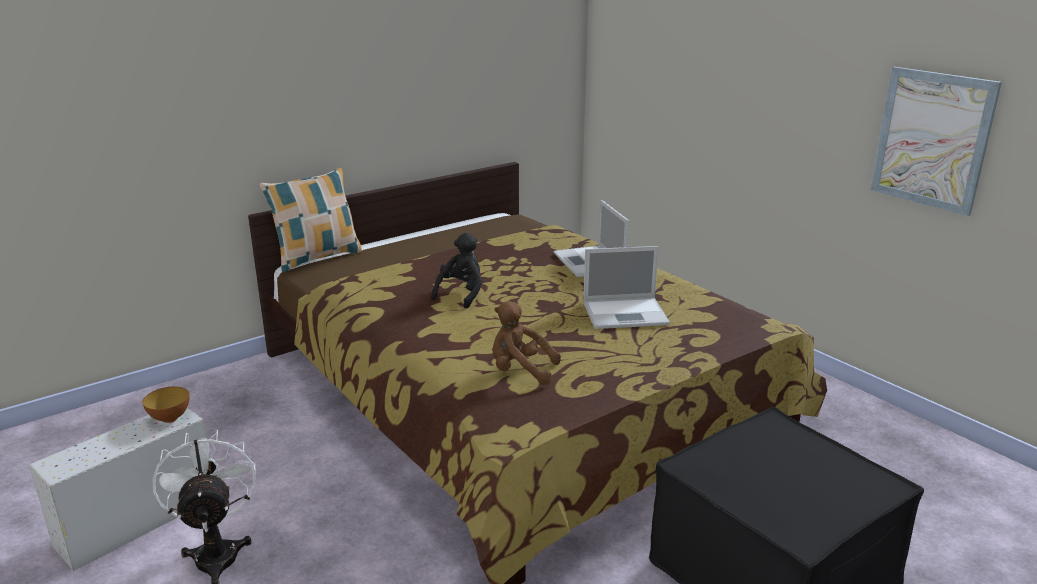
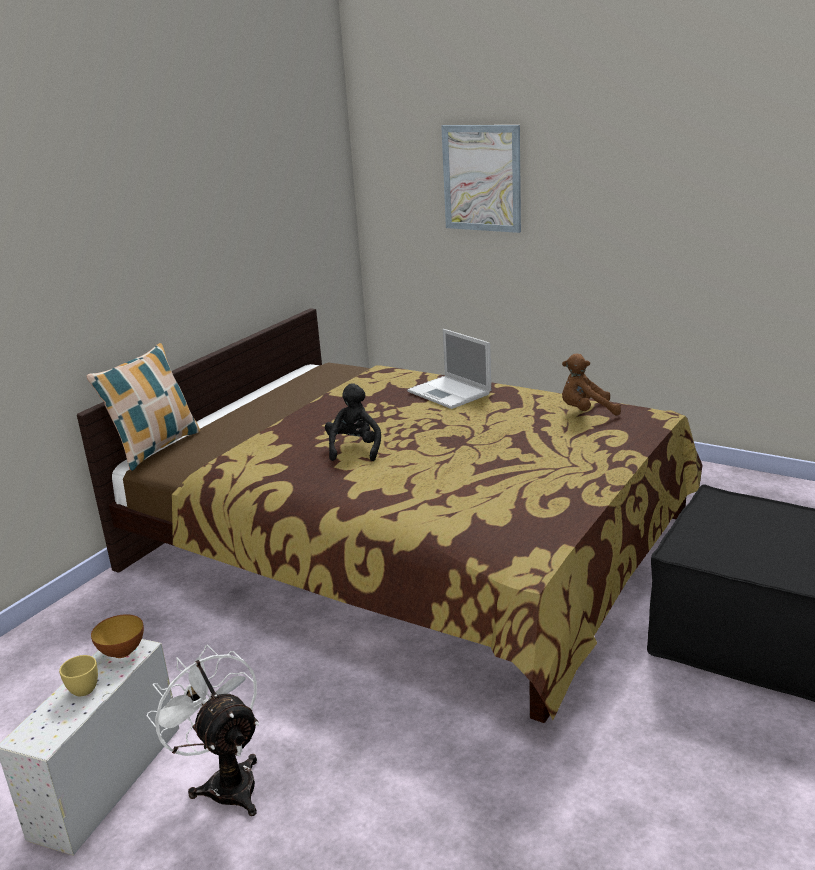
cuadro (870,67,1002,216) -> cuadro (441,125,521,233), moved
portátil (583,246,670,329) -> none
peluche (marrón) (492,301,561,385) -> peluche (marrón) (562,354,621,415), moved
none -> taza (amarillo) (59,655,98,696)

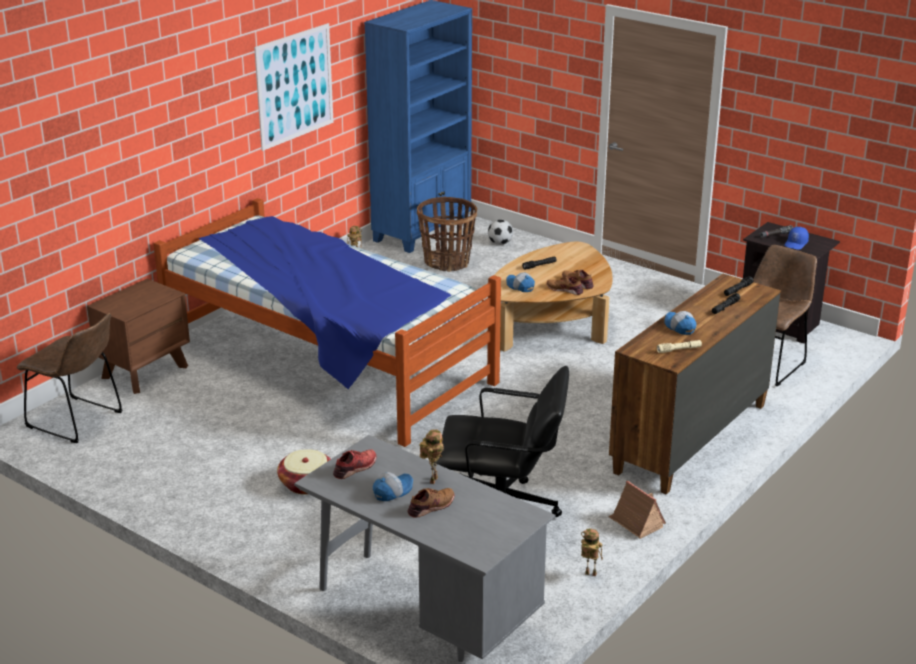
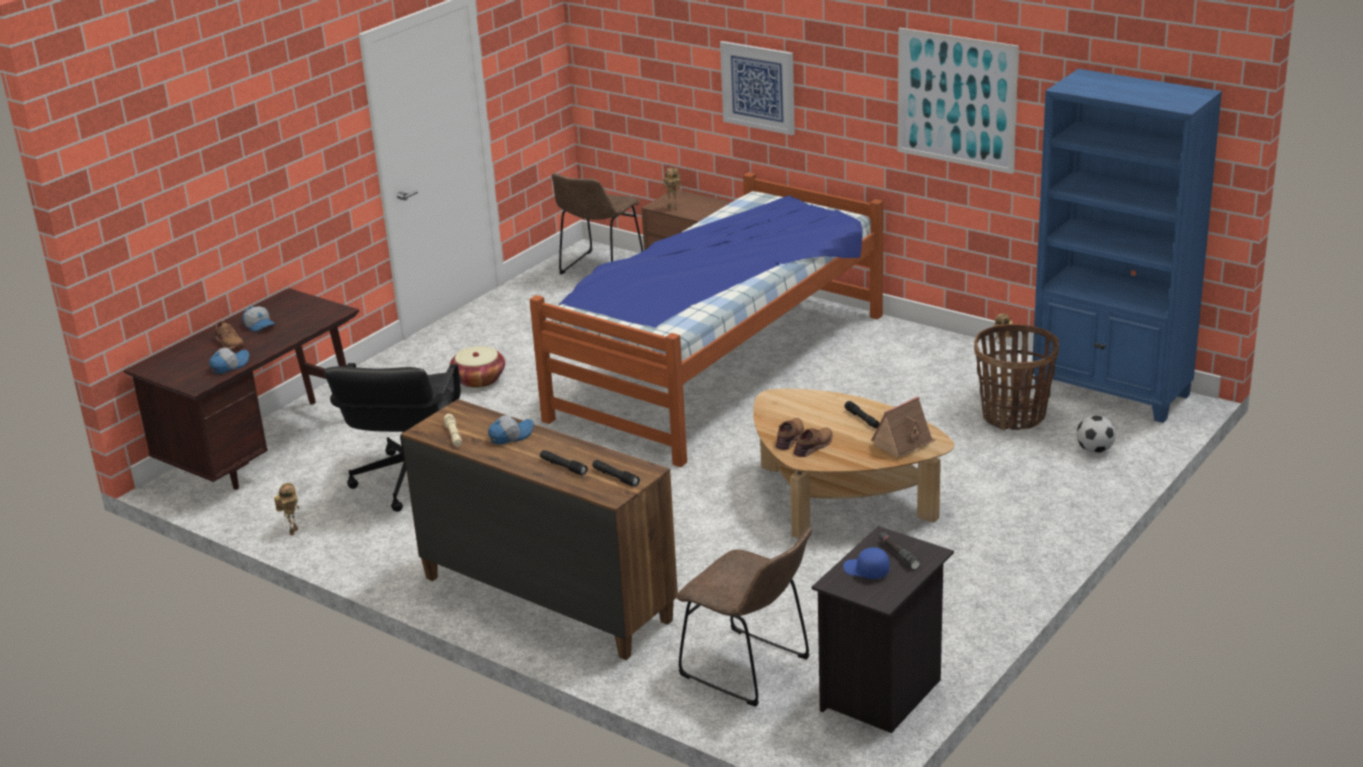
gorra (506,272,535,292) -> gorra (209,348,249,374), moved
robot de juguete (420,429,444,484) -> robot de juguete (663,168,681,210), moved
escritorio (gris) (294,435,556,662) -> escritorio (marrón) (124,288,359,490)
zapato (rojo) (333,450,376,479) -> none
casita (608,481,666,539) -> casita (871,396,936,458), moved
none -> cuadro (720,41,795,135)

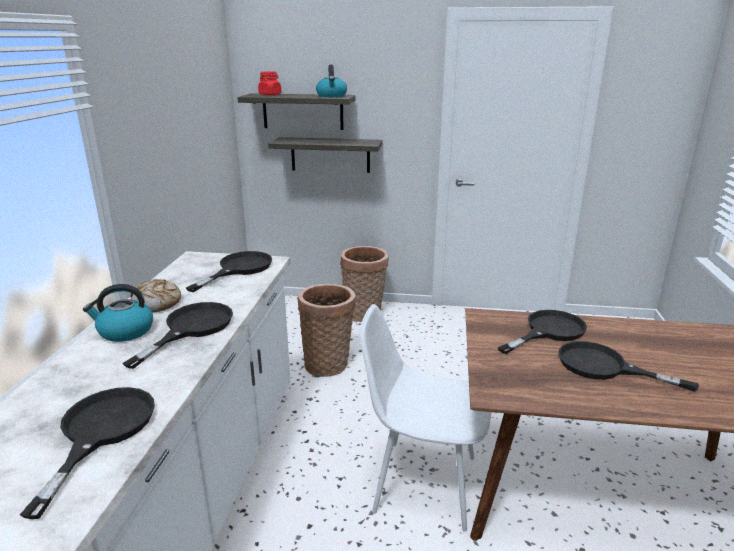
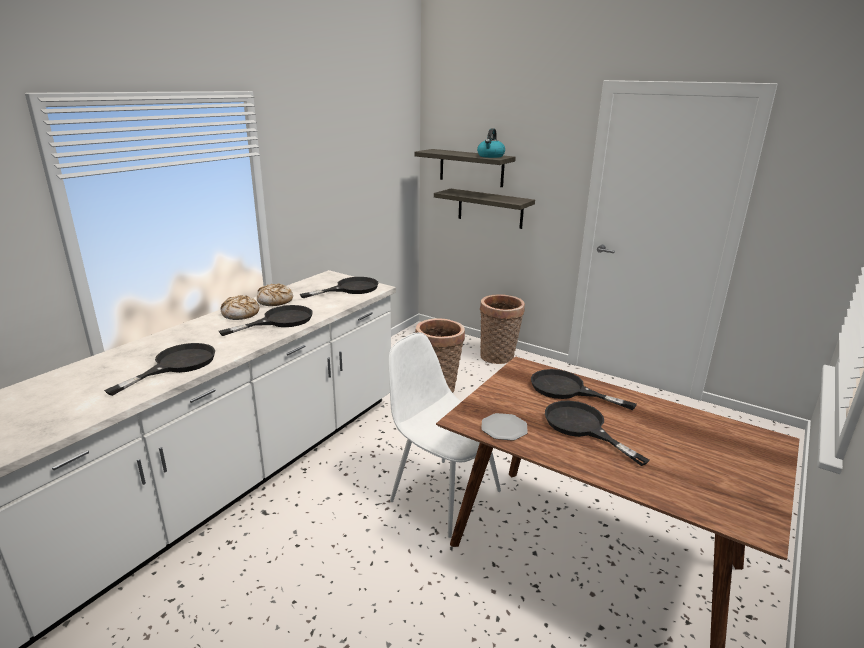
tarro (rojo) (258,71,281,95) -> none
hervidor (83,284,153,342) -> pan (220,295,259,320)
sartén (negro) (498,310,587,354) -> sartén (negro) (531,369,637,410), 135 degrees counterclockwise
none -> plato (481,413,528,441)

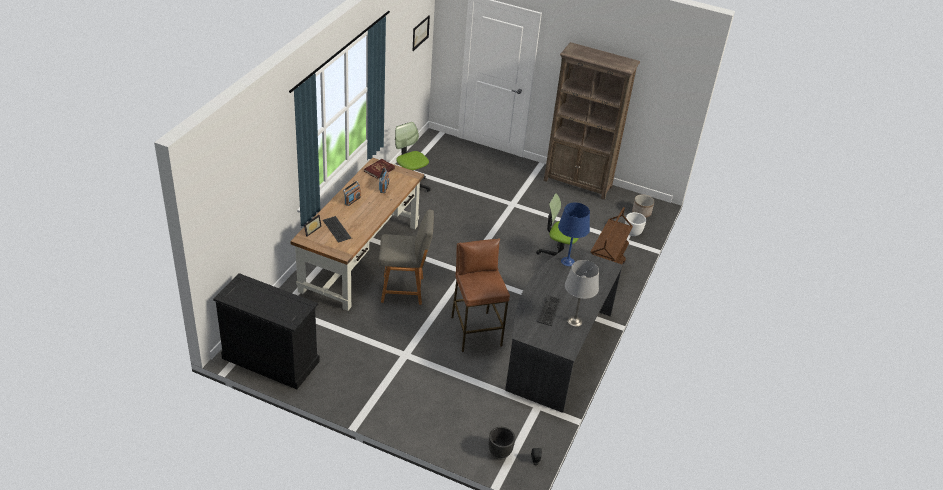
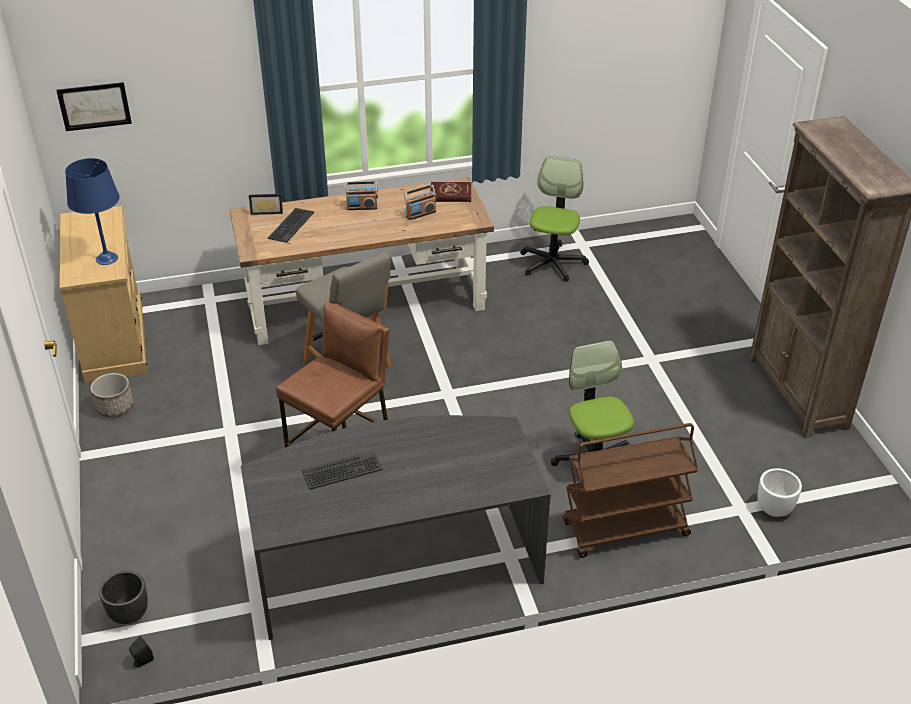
cuadro (413,15,430,51) -> cuadro (56,82,132,131), moved
maceta (632,194,654,218) -> maceta (91,373,133,418), moved
lámpara de mesa (azul) (558,203,590,266) -> lámpara de mesa (azul) (65,158,120,265), moved
lámpara de mesa (gris) (565,260,599,327) -> none
cómoda (negro) (213,273,320,389) -> cómoda (beis) (59,206,148,383)

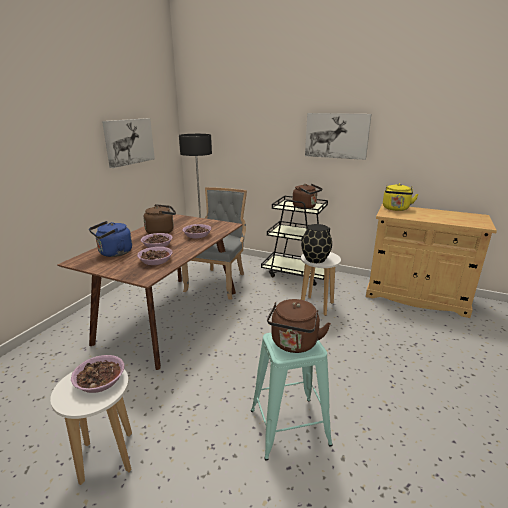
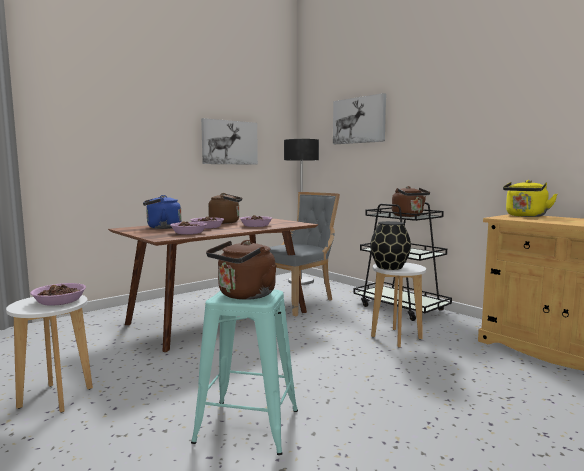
cuadro (305,113,371,160) -> cuadro (333,93,386,144), moved

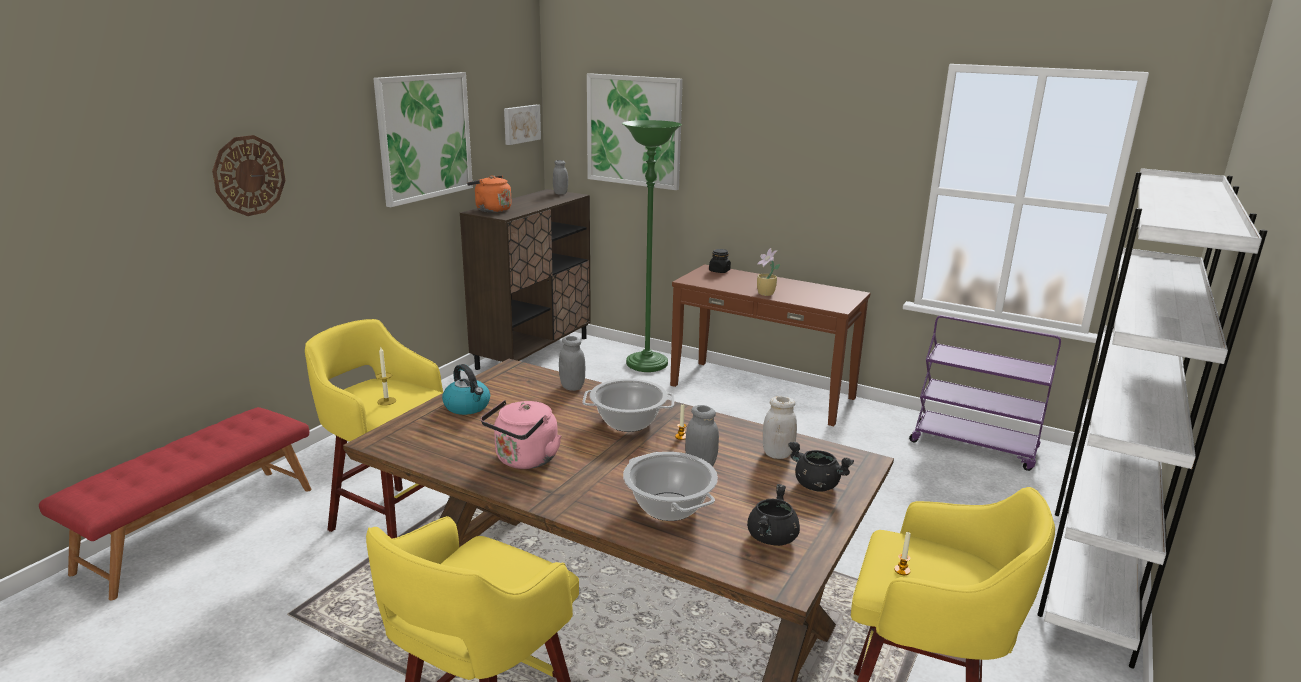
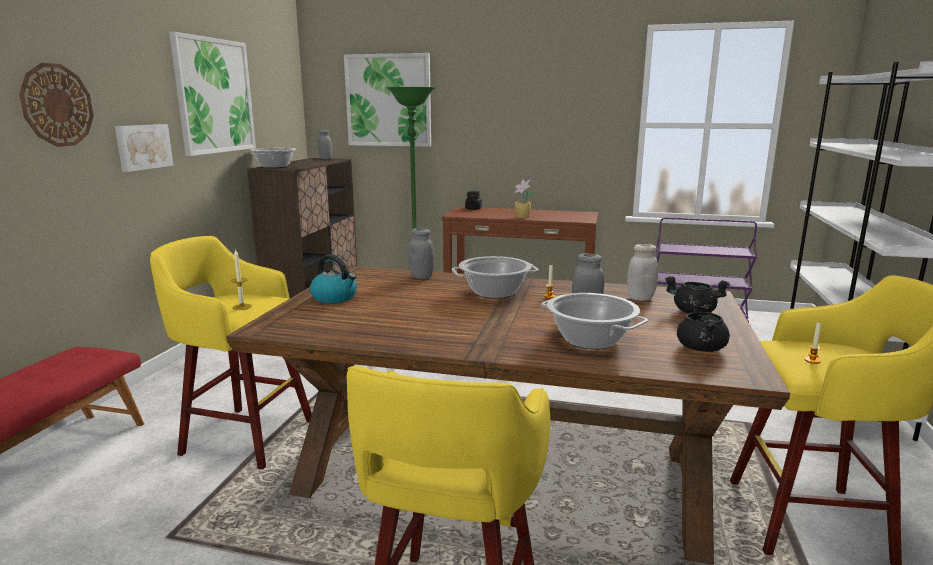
cuadro (504,105,541,145) -> cuadro (115,124,174,172), moved
hervidor (naranja) (467,175,512,213) -> olla (251,148,296,168)
hervidor (rosa) (481,400,561,469) -> none

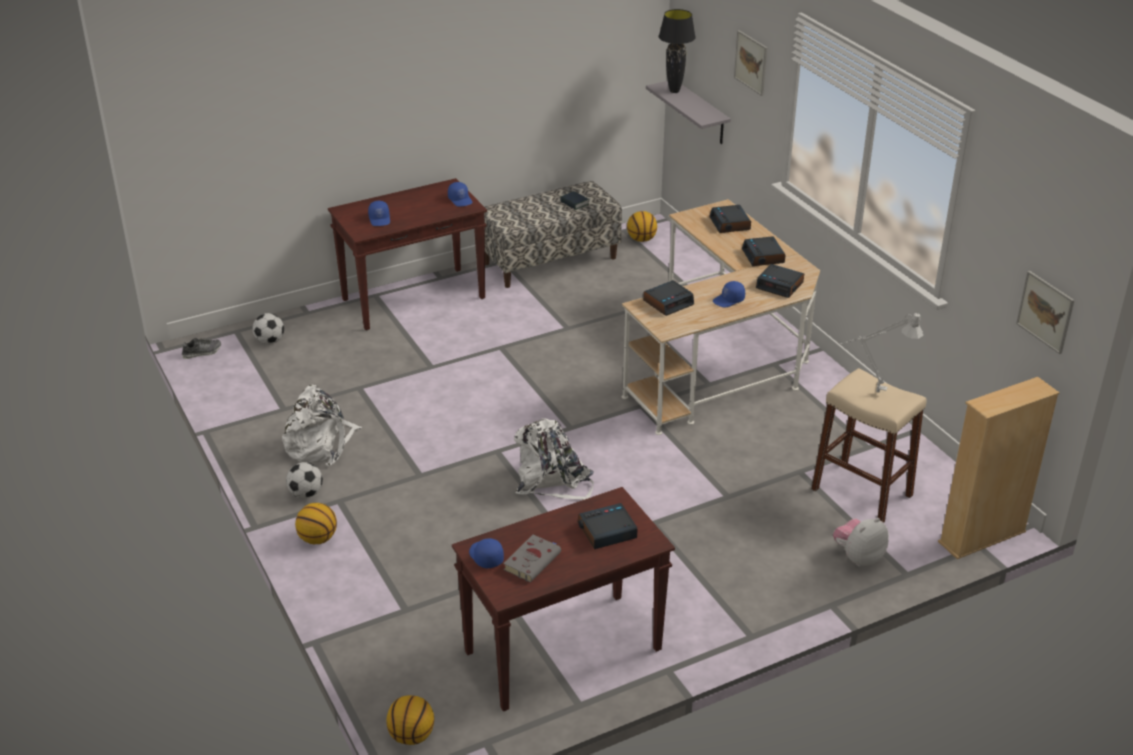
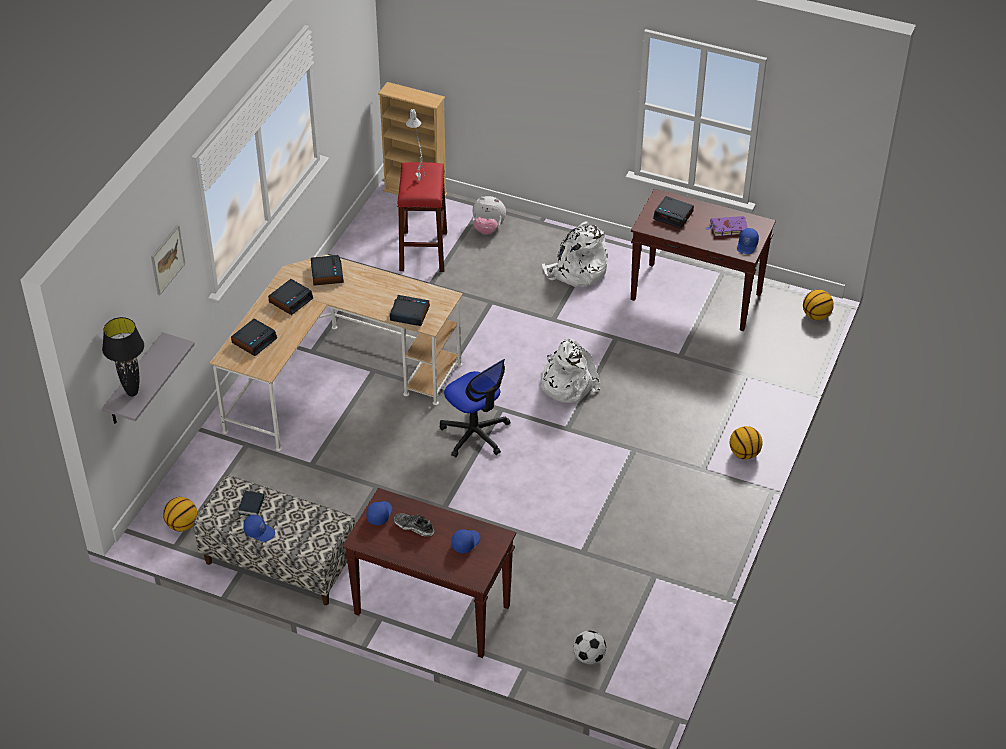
cuadro (1016,271,1075,354) -> none
gorra (azul) (713,281,745,308) -> gorra (azul) (243,515,275,542), moved
zapato (182,338,221,359) -> zapato (394,513,434,537), moved
taburete (beis) (811,368,926,523) -> taburete (rojo) (397,162,447,272)
mochila (blanco) (282,385,362,467) -> mochila (blanco) (542,221,608,287), moved
balón de fútbol (286,462,323,498) -> none
libro (gris) (503,535,561,582) -> libro (morado) (706,216,748,236)
none -> silla de oficina (439,359,511,457)

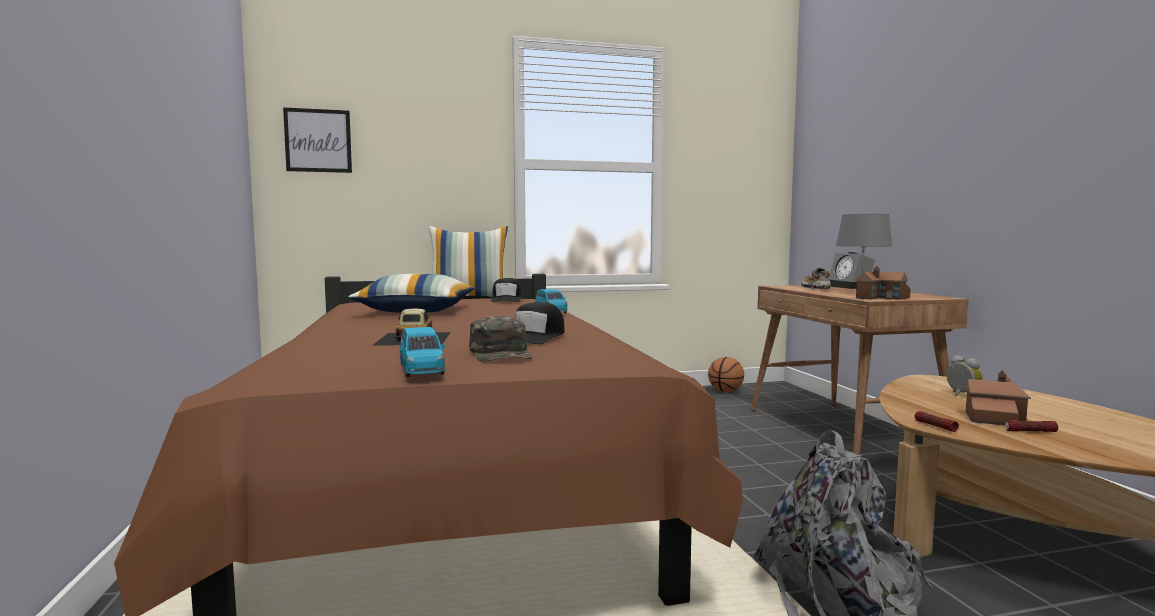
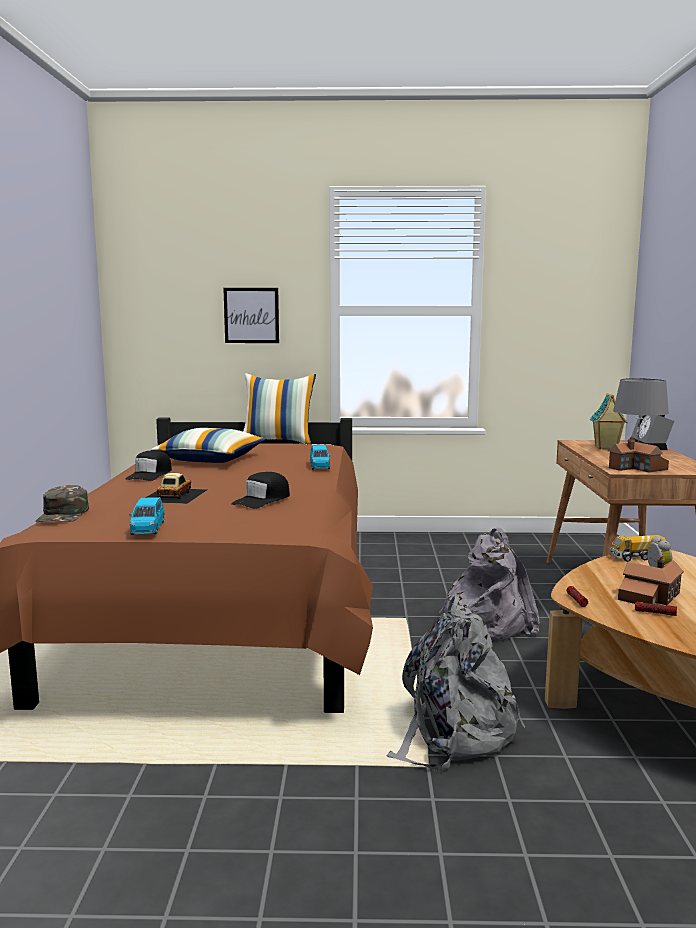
cuadro (283,107,352,173) -> cuadro (223,288,279,343), moved
zapato (801,267,830,289) -> casita (590,393,628,449)
gorra (negro) (491,278,522,302) -> gorra (negro) (126,450,172,481), moved
gorra (verde) (469,316,533,362) -> gorra (verde) (35,485,89,522), moved
balón de baloncesto (708,357,744,392) -> none
none -> mochila (gris) (438,527,540,641)
none -> camión de juguete (610,535,666,562)

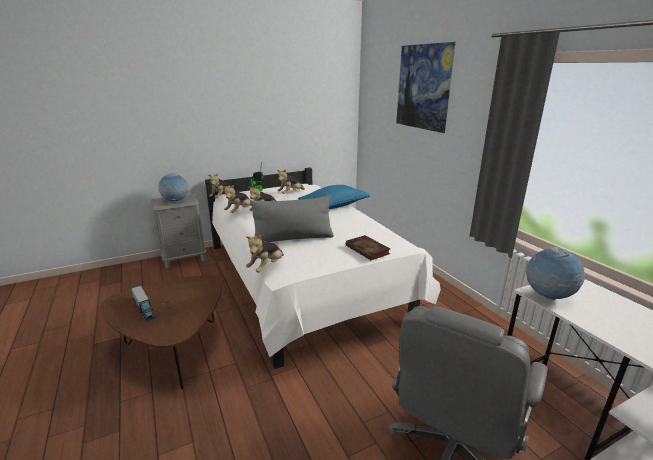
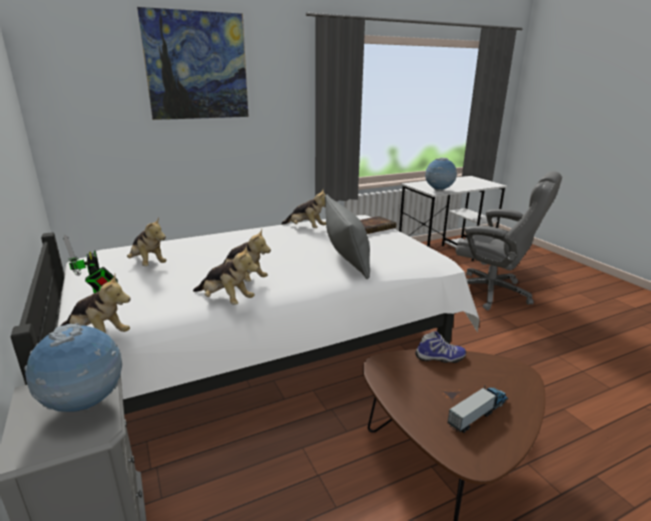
cojín (azul) (298,185,370,209) -> none
peluche (246,234,284,272) -> peluche (281,190,326,228), moved
none -> zapato (415,331,466,363)

